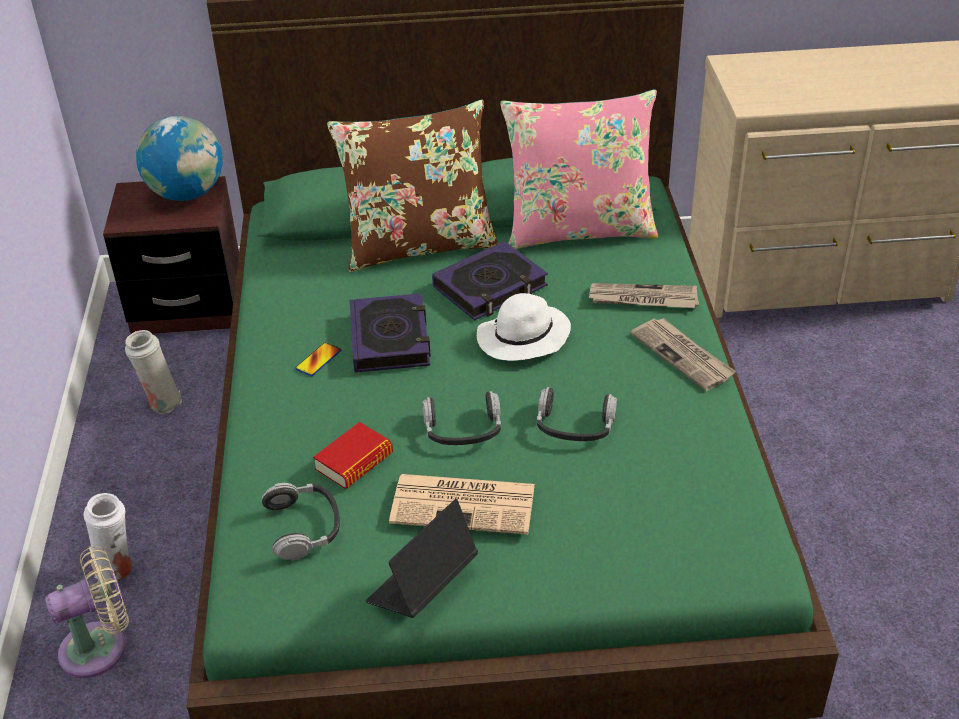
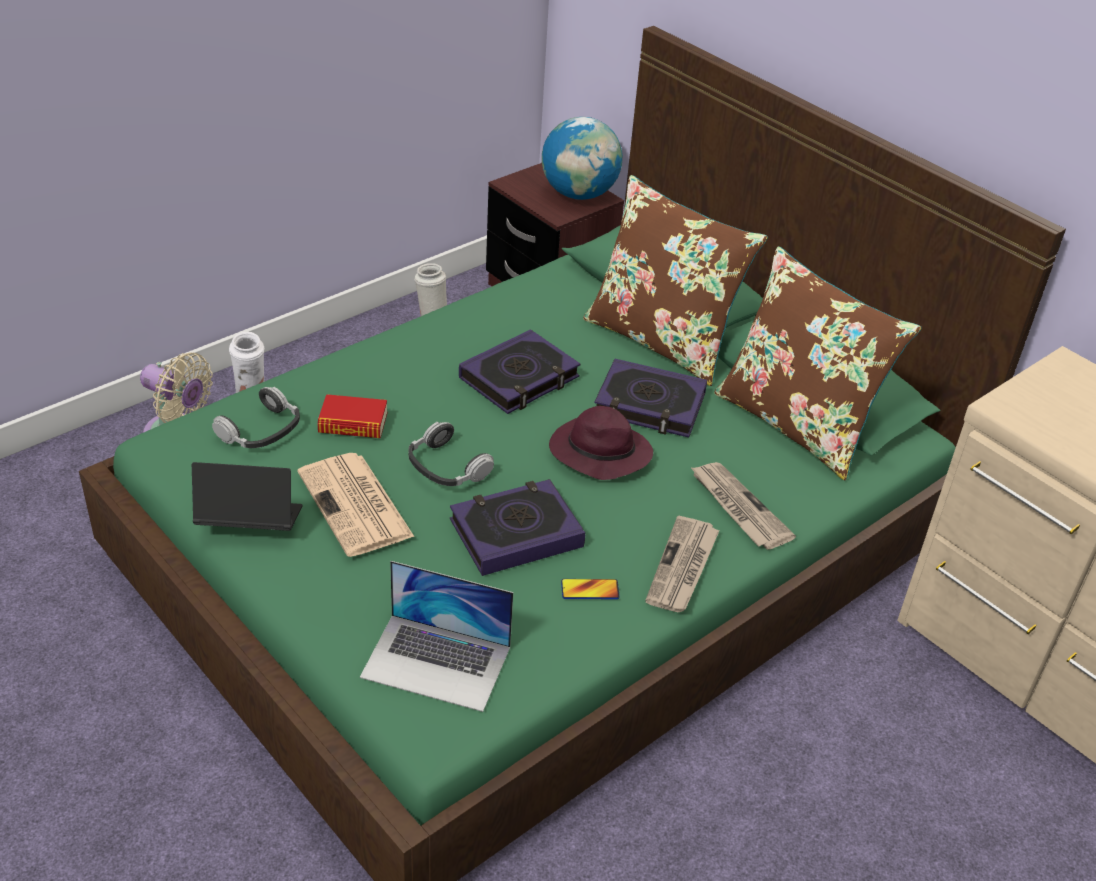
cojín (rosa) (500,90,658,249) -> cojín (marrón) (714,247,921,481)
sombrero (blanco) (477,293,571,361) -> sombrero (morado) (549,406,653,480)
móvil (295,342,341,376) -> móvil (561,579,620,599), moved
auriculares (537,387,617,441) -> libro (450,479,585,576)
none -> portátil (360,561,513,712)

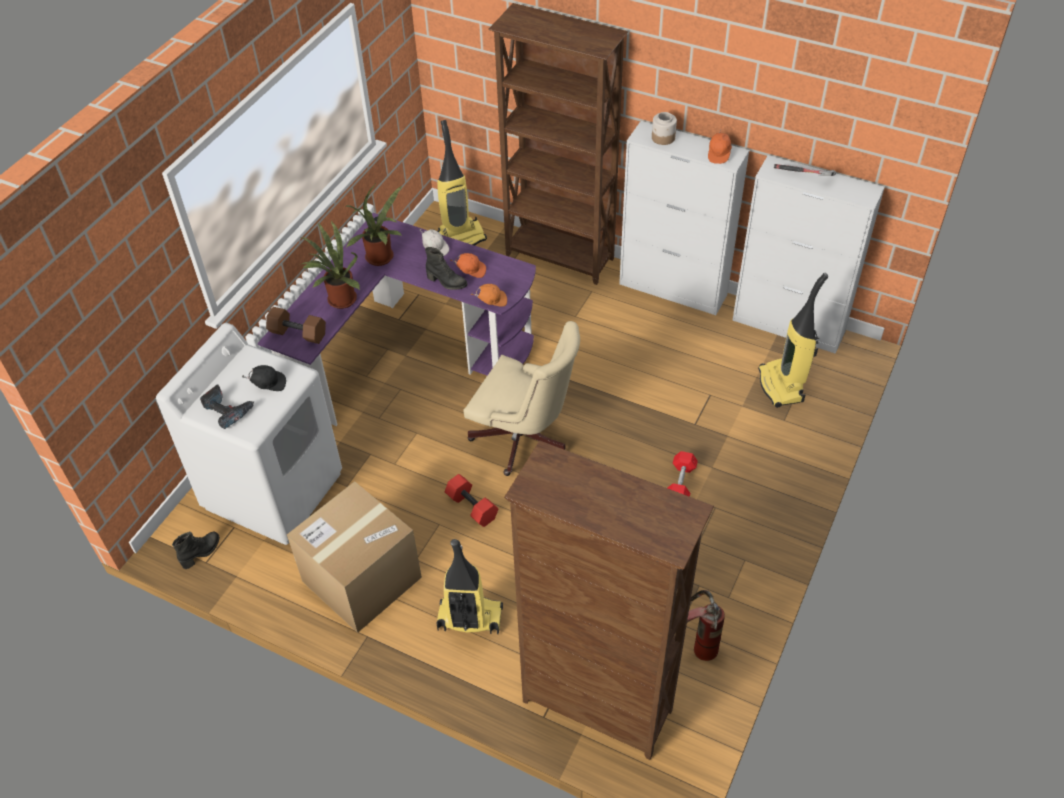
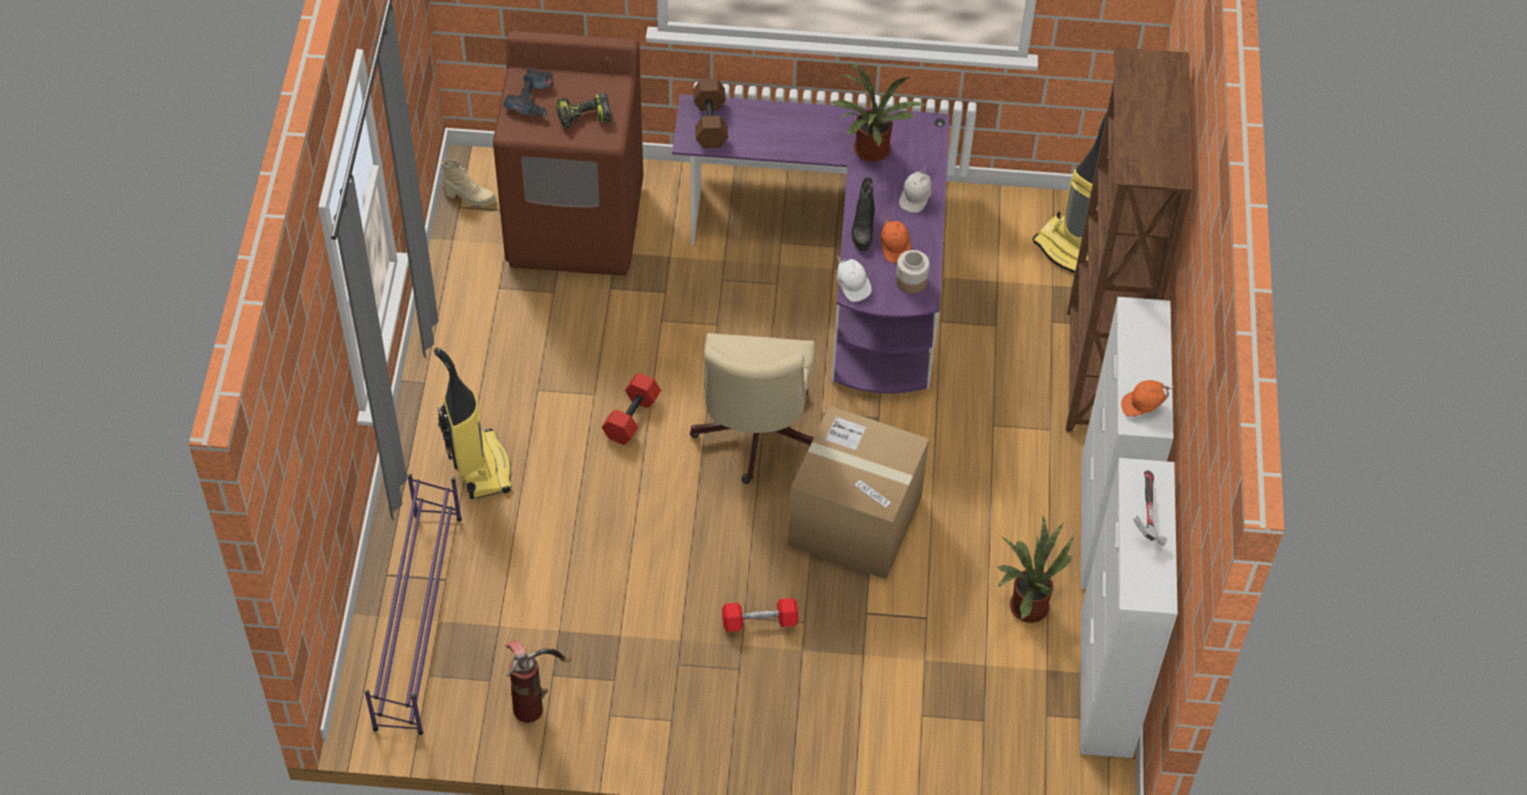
tarro (652,112,677,145) -> tarro (896,250,930,293), moved
planta en maceta (301,221,360,309) -> planta en maceta (997,516,1074,623), moved
aspiradora (758,273,828,408) -> none
gorra (naranja) (471,284,507,307) -> gorra (blanco) (837,255,872,302)
lavadora (blanco) (156,323,342,545) -> lavadora (marrón) (493,31,643,276)
gorra (negro) (242,365,286,391) -> taladro (557,93,611,128)
estantería (marrón) (504,440,714,760) -> zapatero (morado) (365,474,462,735)
caja de cartón (287,481,422,633) -> caja de cartón (788,405,929,579), moved
bota (negro) (172,532,220,569) -> bota (beis) (441,159,496,207)

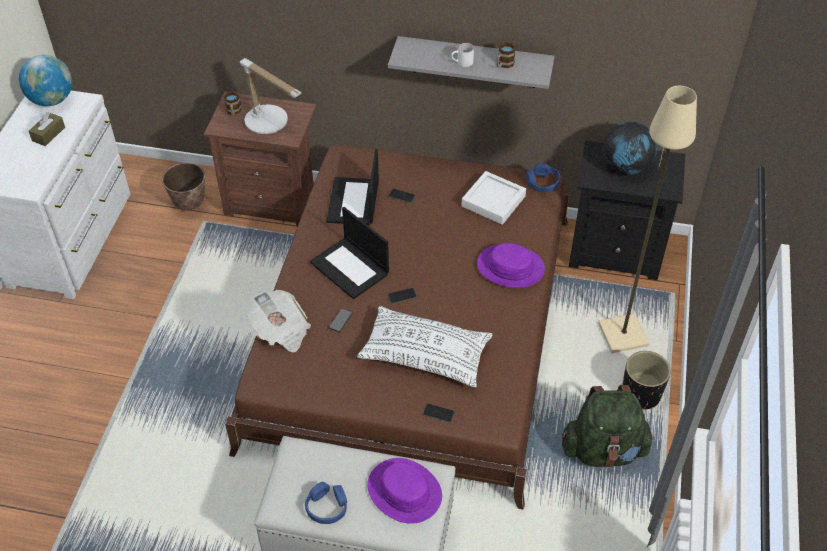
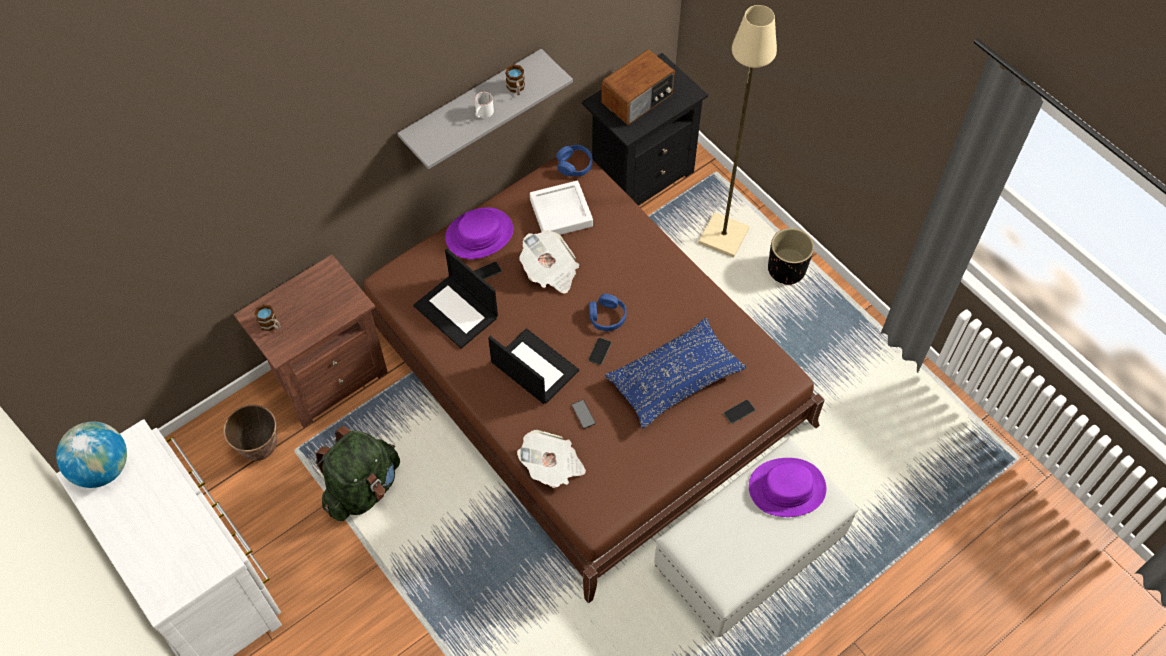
lámpara de mesa (240,58,302,134) -> none
caja de pañuelos (marrón) (29,112,65,146) -> none
globo terráqueo (603,121,657,175) -> radio (601,49,675,125)
portátil (310,207,389,299) -> portátil (488,328,579,404), 135 degrees counterclockwise
sombrero (morado) (477,243,545,288) -> sombrero (morado) (445,207,513,259), moved
cojín (blanco) (357,306,493,387) -> cojín (azul) (605,318,746,428)
mochila (verde) (562,385,654,467) -> mochila (verde) (315,426,400,521), moved
auriculares (azul) (305,482,347,524) -> auriculares (azul) (589,294,627,331), moved
none -> periódico (519,230,579,294)

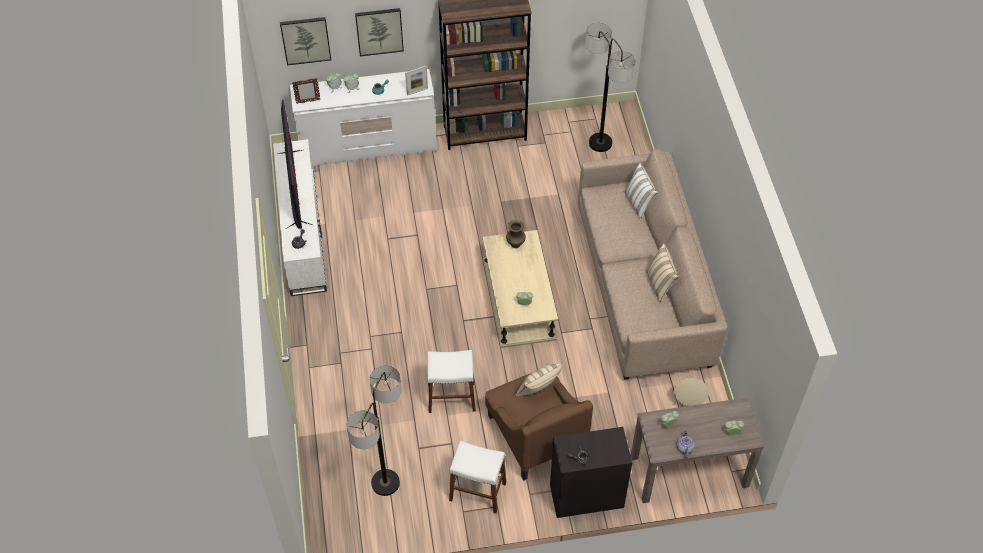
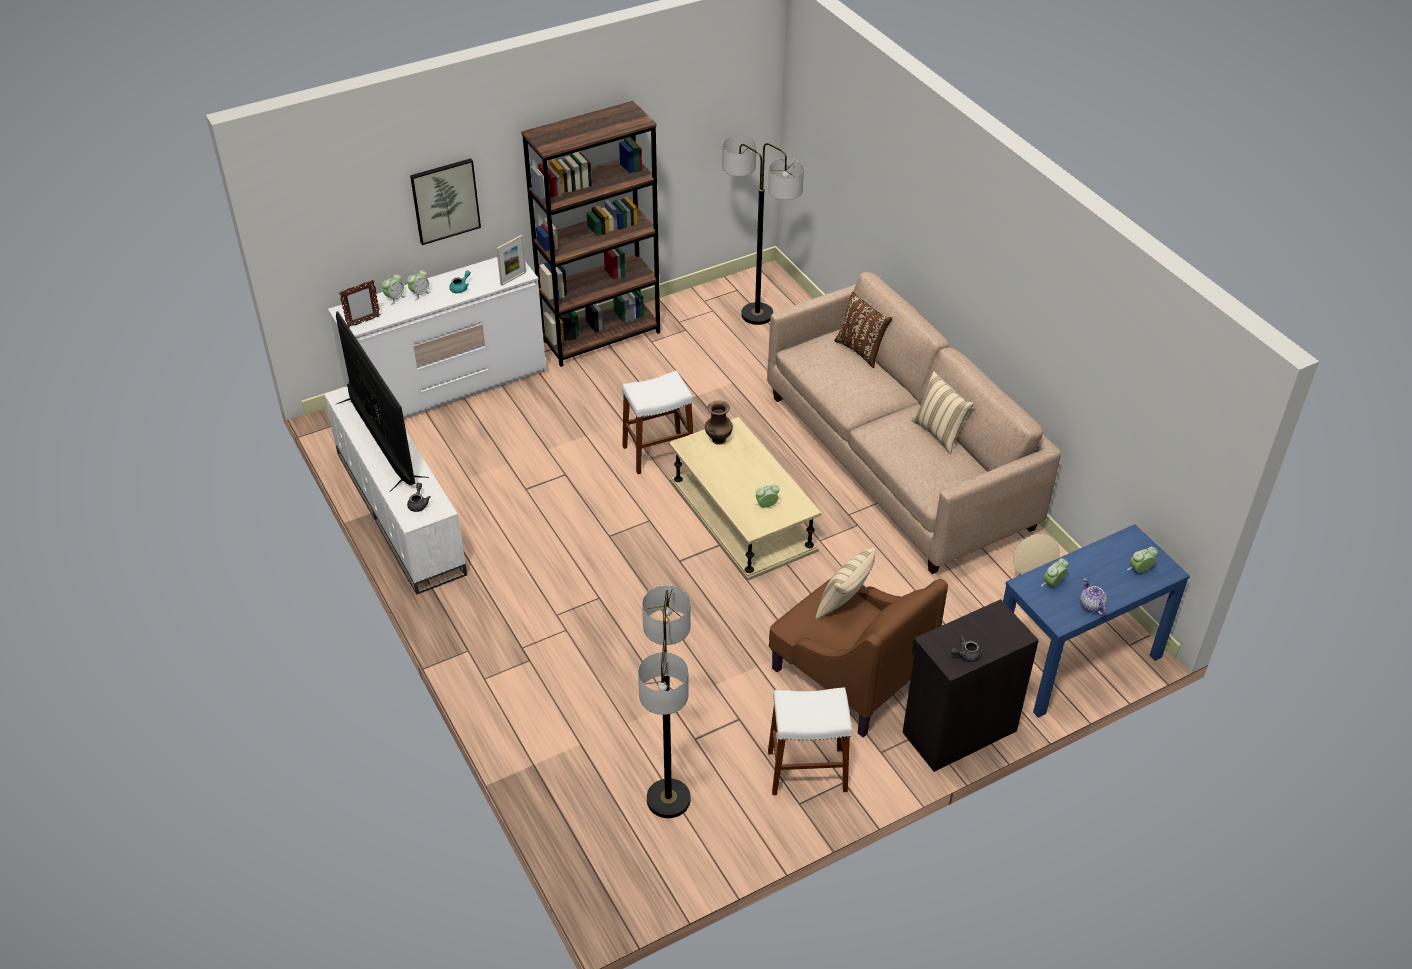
cuadro (280,17,331,65) -> none
cojín (blanco) (624,163,658,221) -> cojín (marrón) (834,292,892,368)
taburete (blanco) (427,350,476,413) -> taburete (blanco) (622,371,693,474), moved
mesa consola (marrón) (631,397,764,503) -> mesa consola (azul) (1003,524,1190,718)

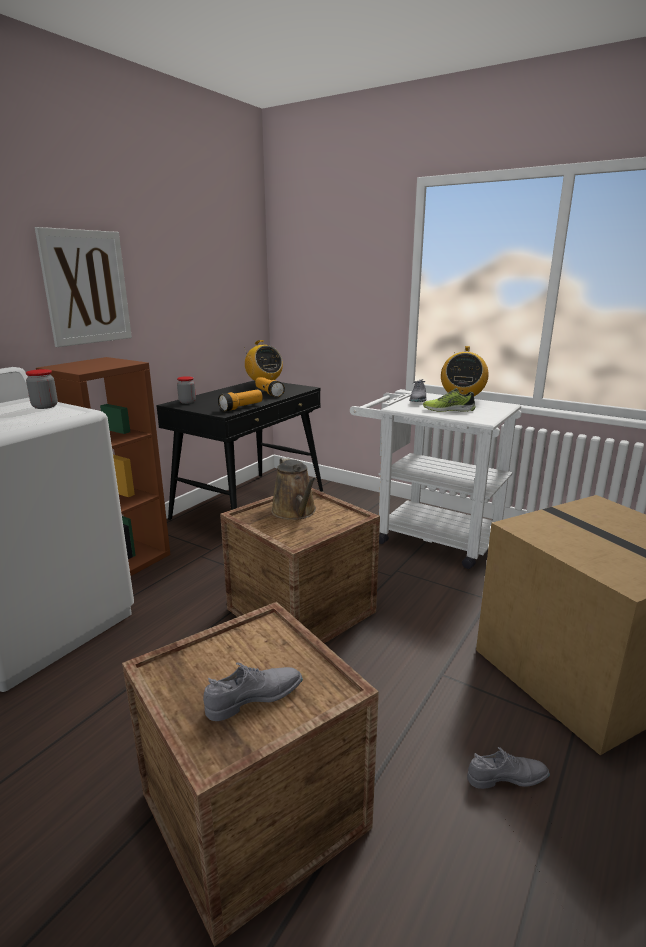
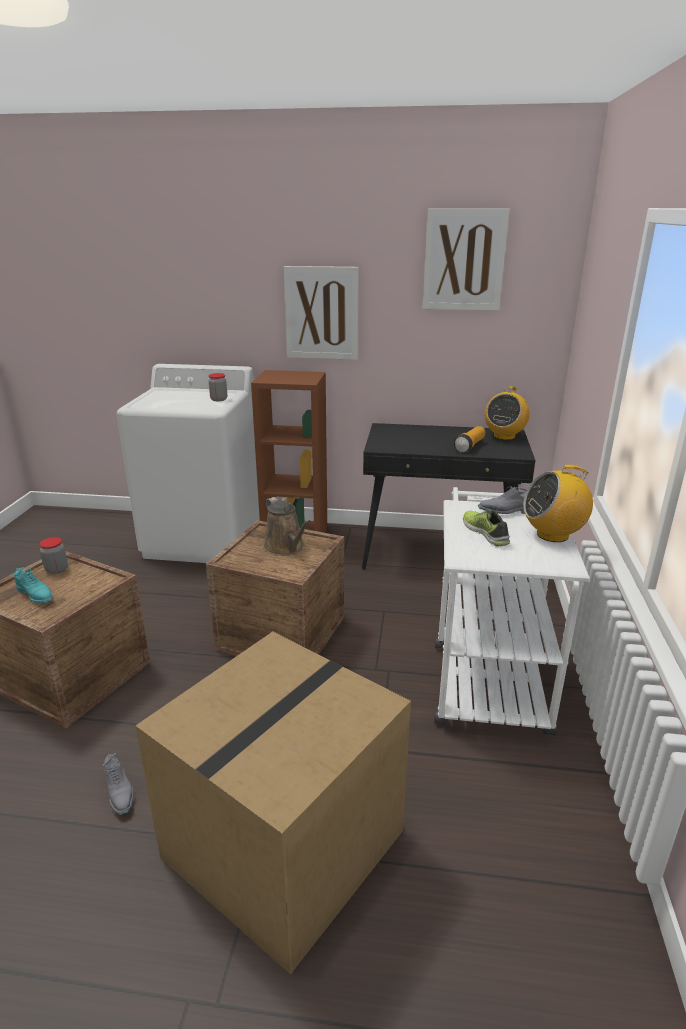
tarro (177,376,196,404) -> tarro (39,537,68,574), moved
linterna (218,390,263,412) -> none
regadera (marrón) (271,457,316,520) -> regadera (marrón) (263,497,311,556), 75 degrees counterclockwise
zapato (gris) (203,662,303,721) -> zapato (turquesa) (14,567,53,603)
none -> cuadro (422,209,509,311)

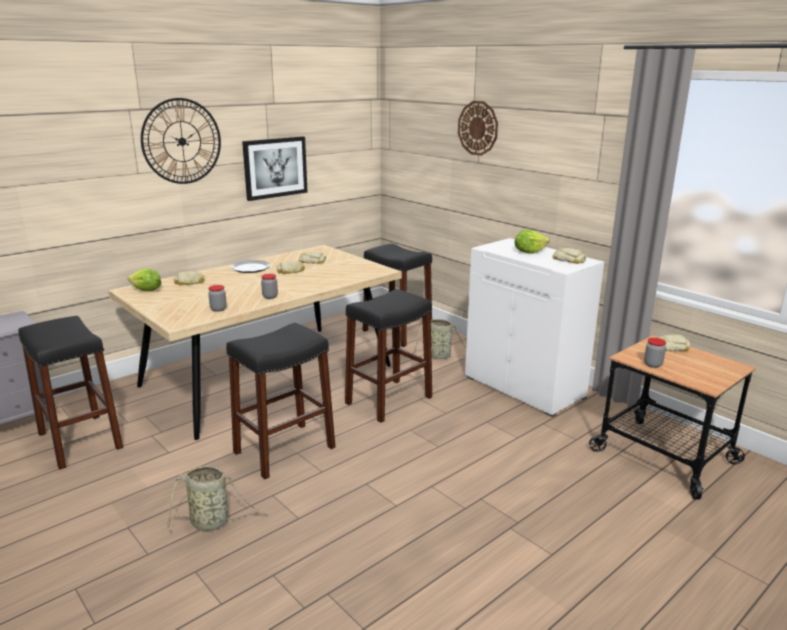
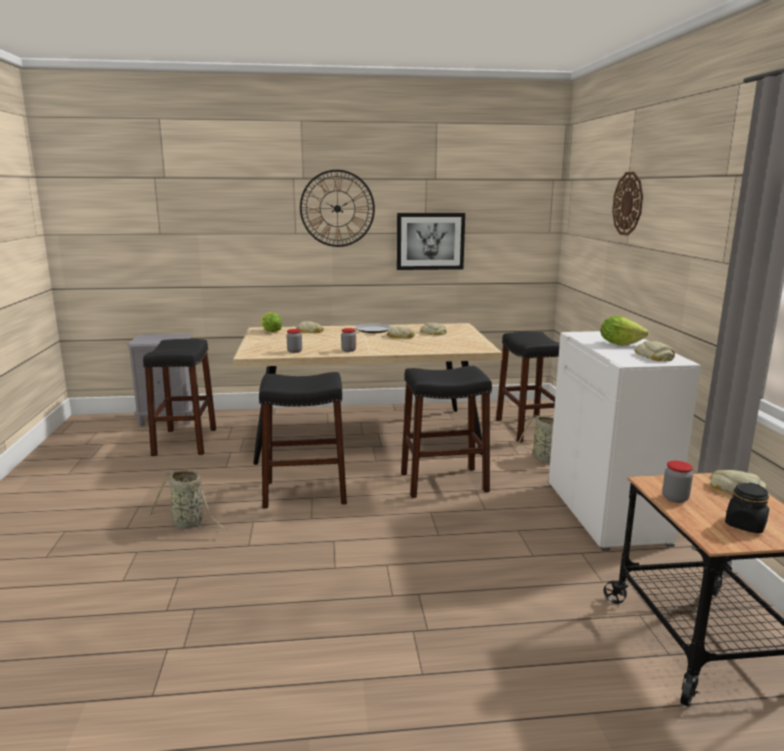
none -> tarro (negro) (725,483,769,533)

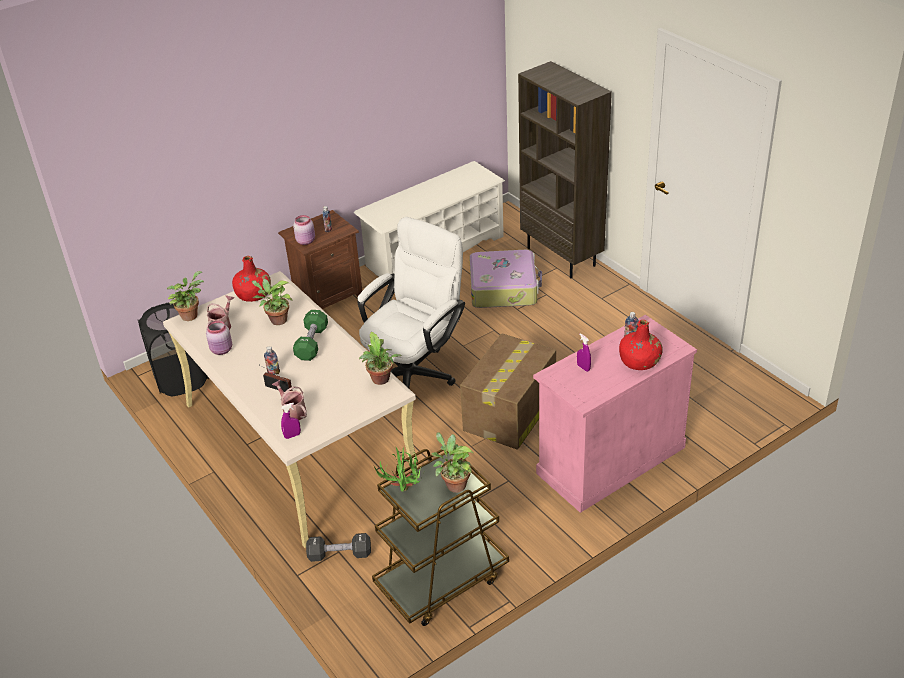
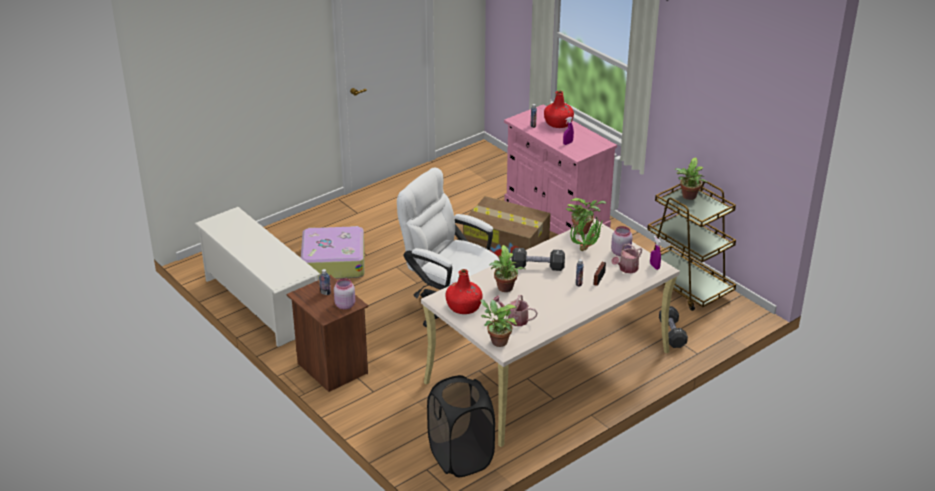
estantería (marrón) (518,61,612,278) -> none
mancuerna (verde) (293,310,328,361) -> mancuerna (negro) (511,248,565,271)
tarro (rosa) (206,321,232,355) -> tarro (rosa) (611,226,633,256), moved
planta en maceta (374,447,421,492) -> planta en maceta (570,214,606,251), moved

